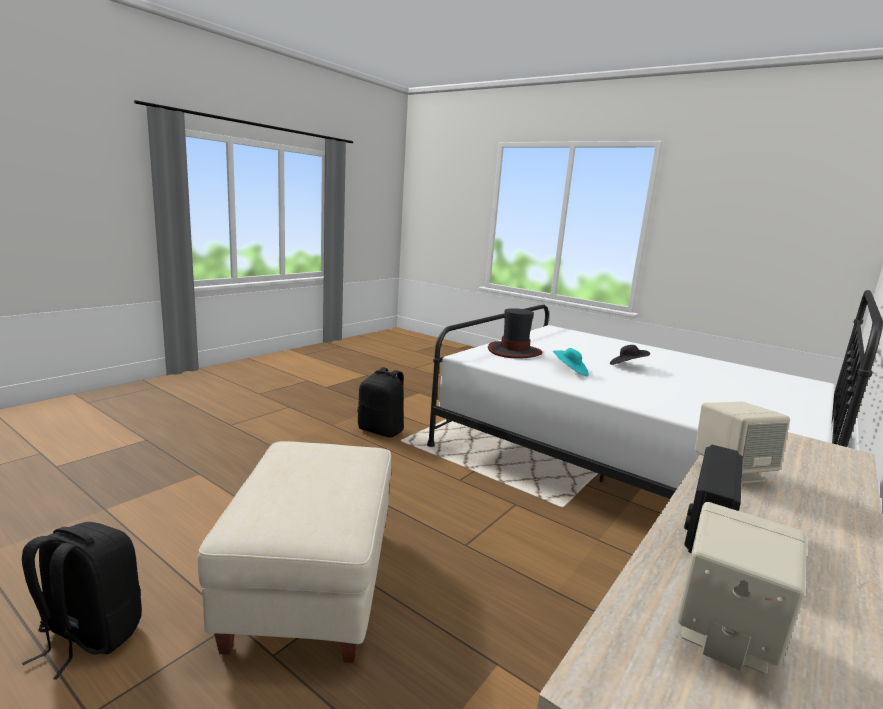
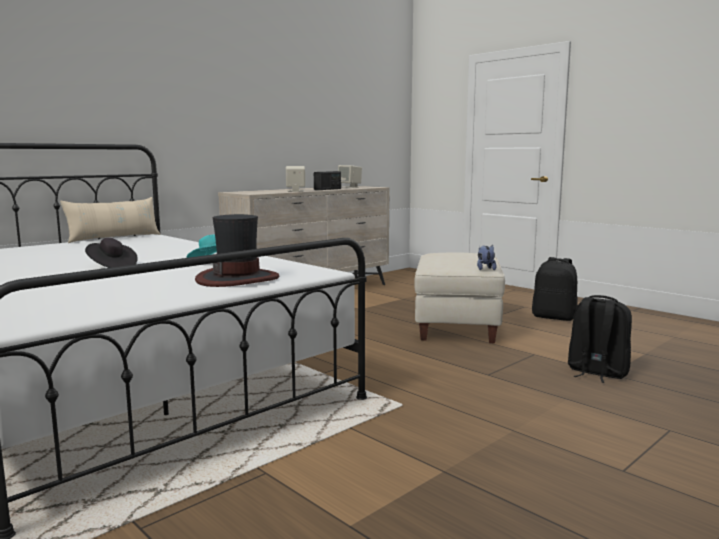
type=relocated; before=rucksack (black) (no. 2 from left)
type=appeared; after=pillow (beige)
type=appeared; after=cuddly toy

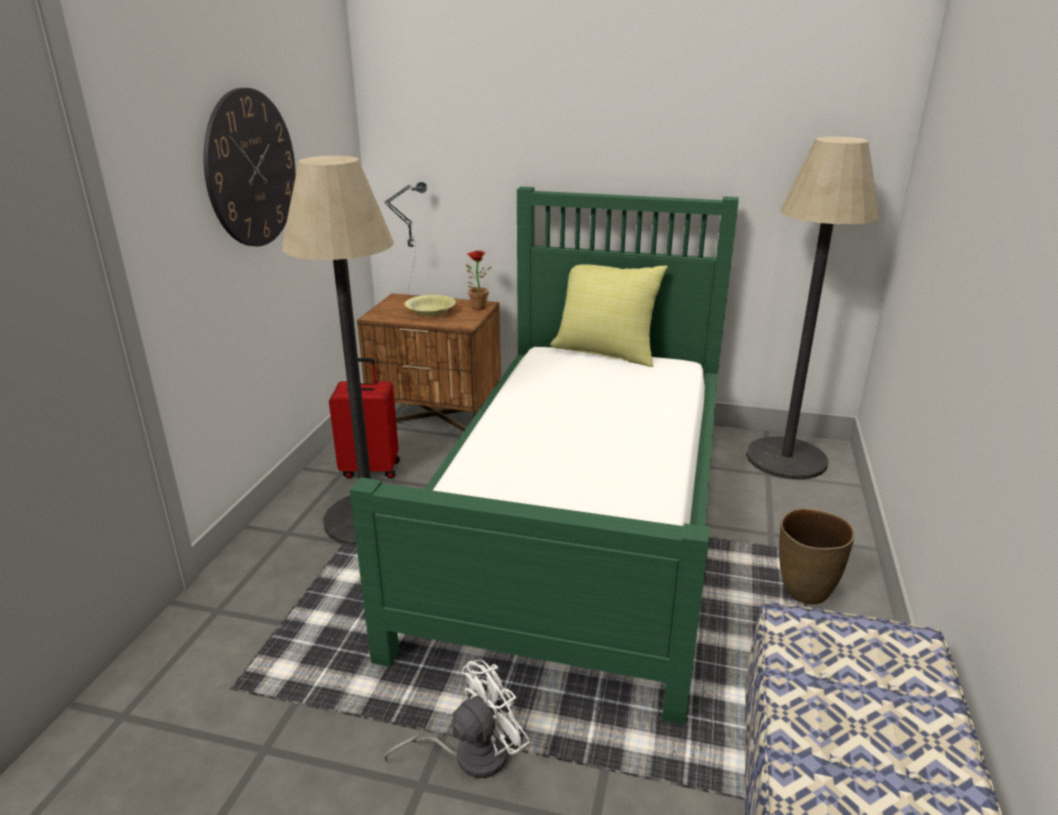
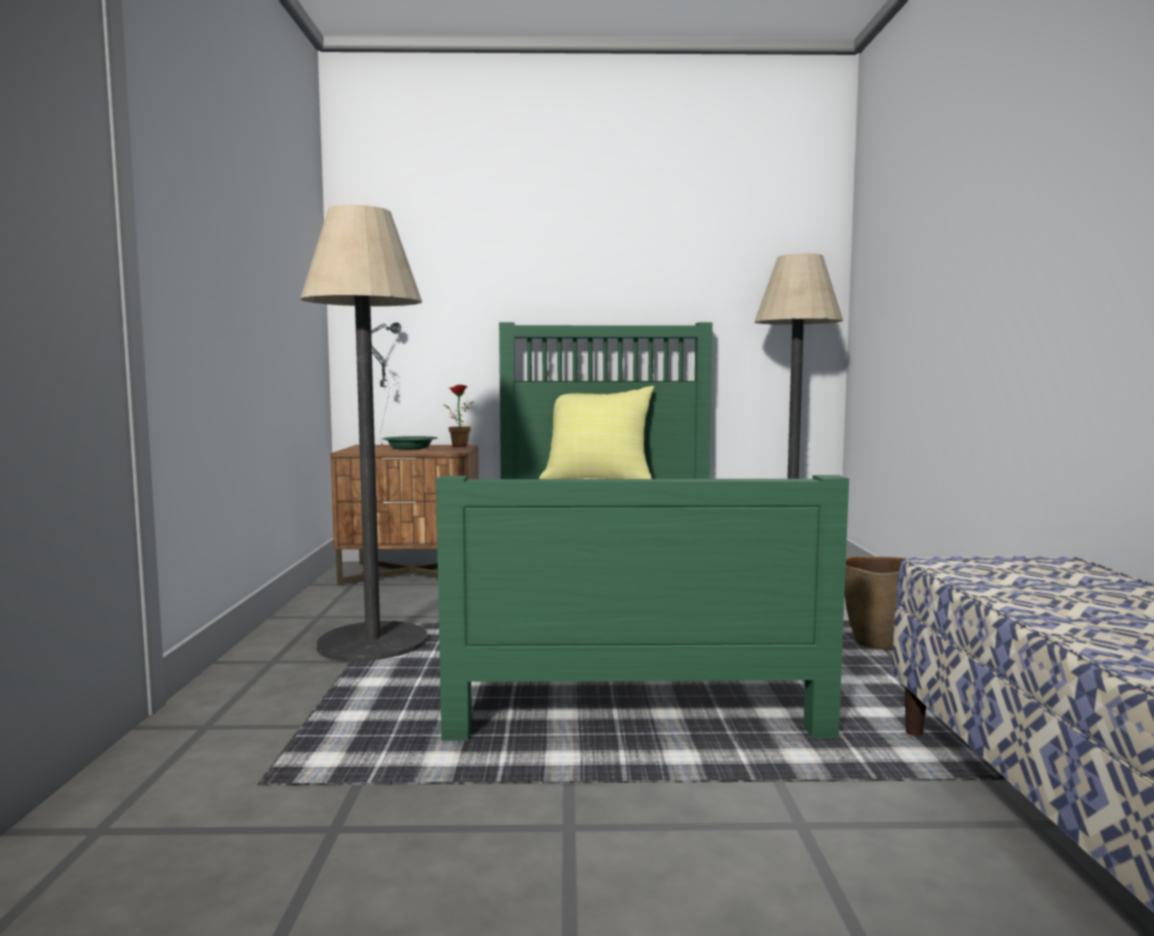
type=missing; before=clock on the wall
type=colour; before=serving bowl (yellow-coloured); after=serving bowl (greenish)
type=missing; before=suitcase (red-coloured)
type=missing; before=electric fan (white)

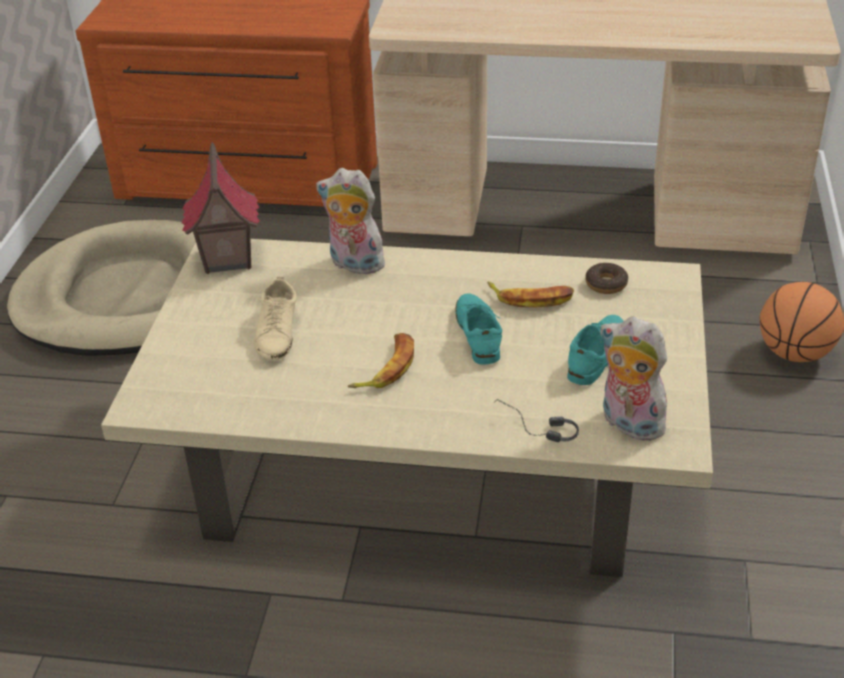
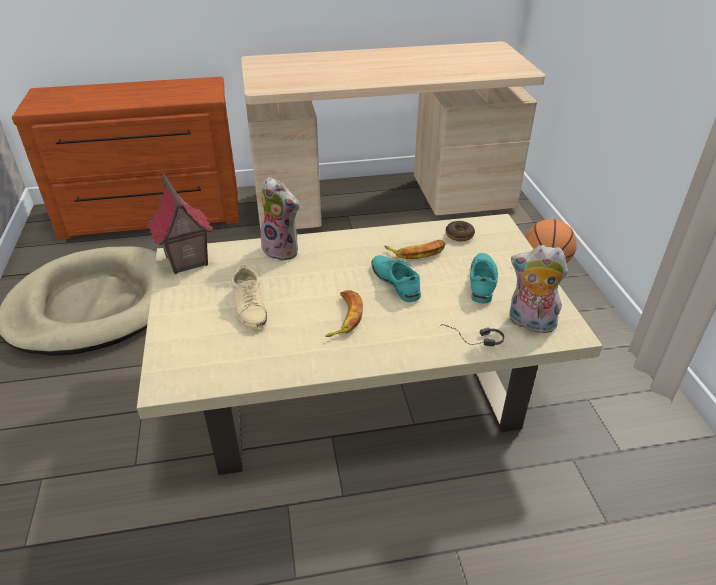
type=spun; before=cuddly toy (no. 1 from left); turn=-150

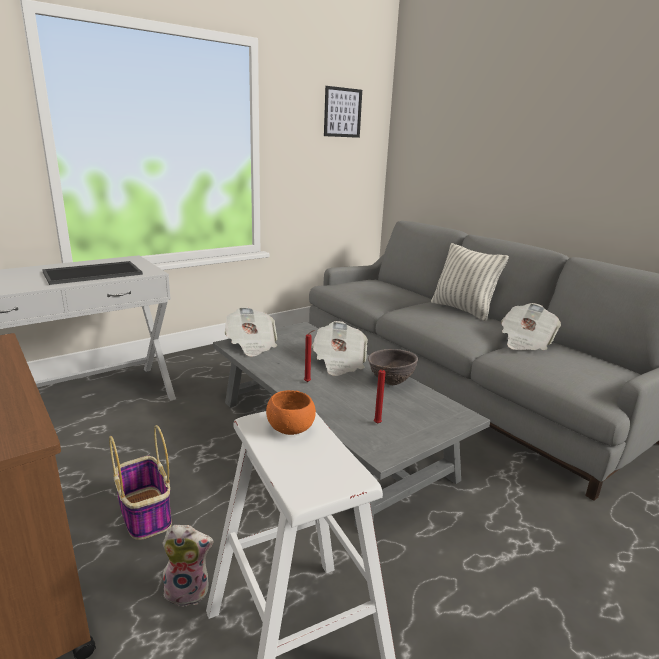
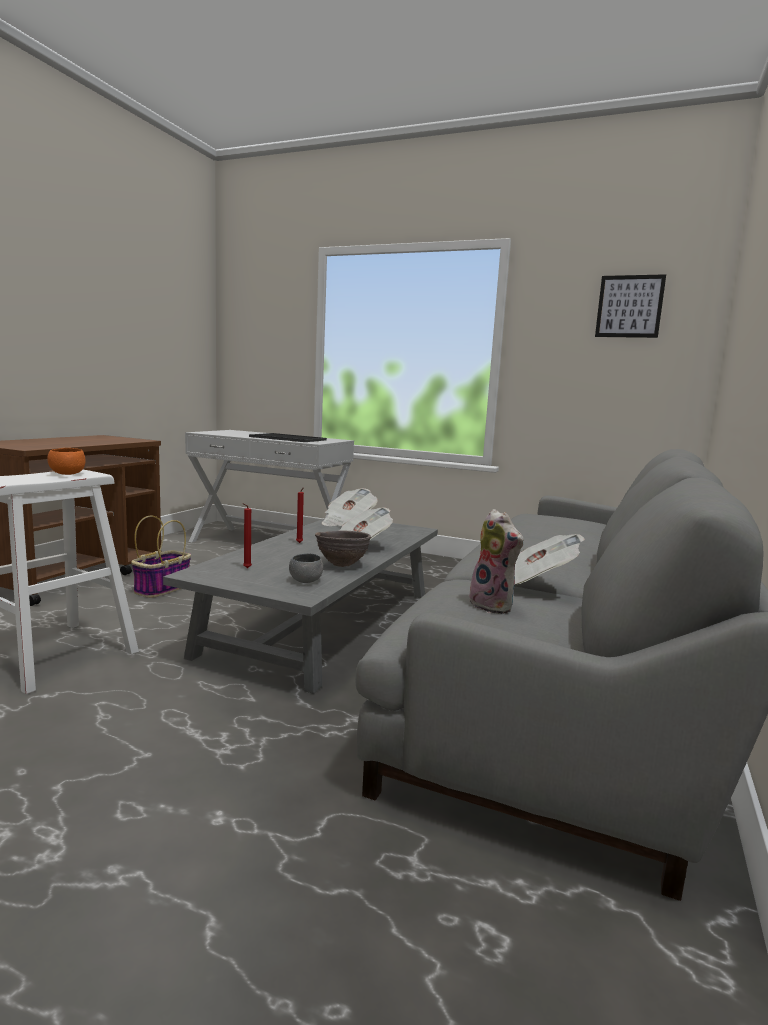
type=missing; before=pillow
type=relocated; before=cuddly toy
type=appeared; after=serving bowl (grey)

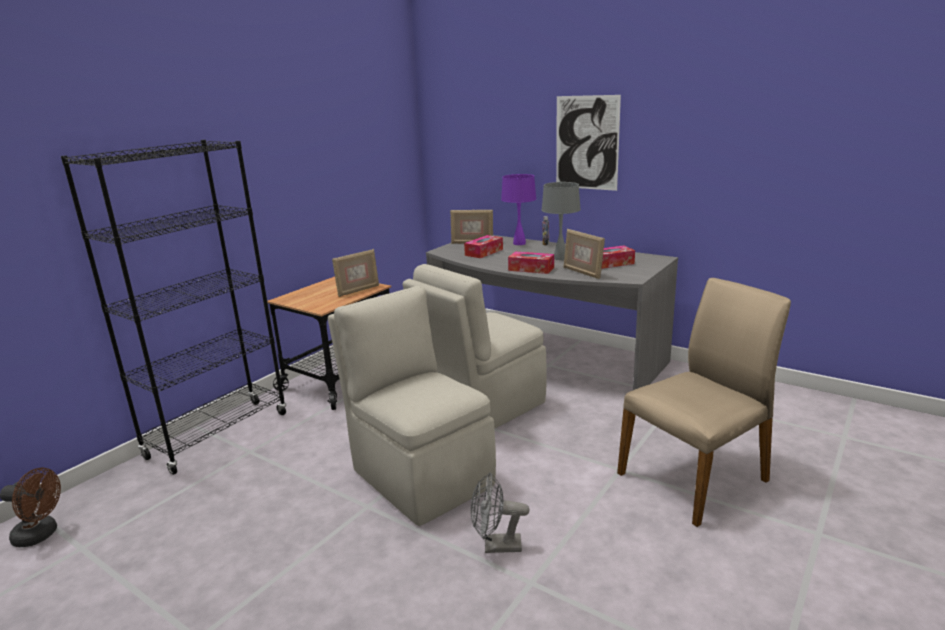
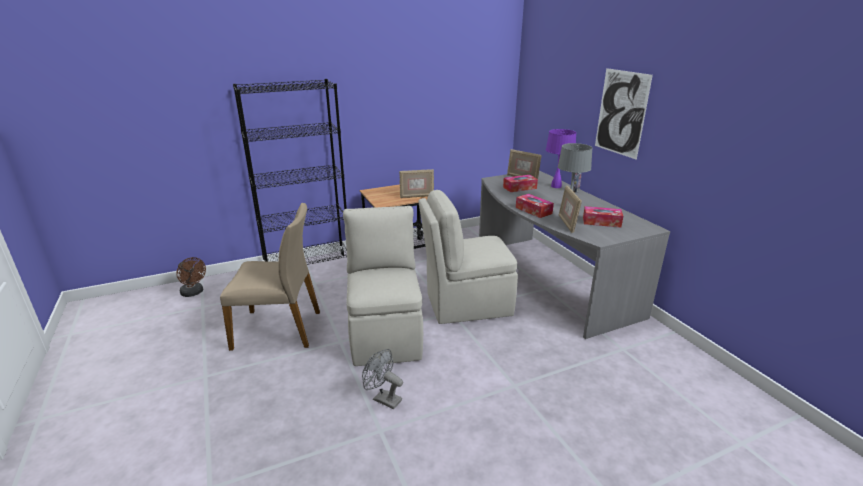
type=relocated; before=plain chair (beige) (no. 3 from left in the first image); after=plain chair (beige) (no. 1 from left)

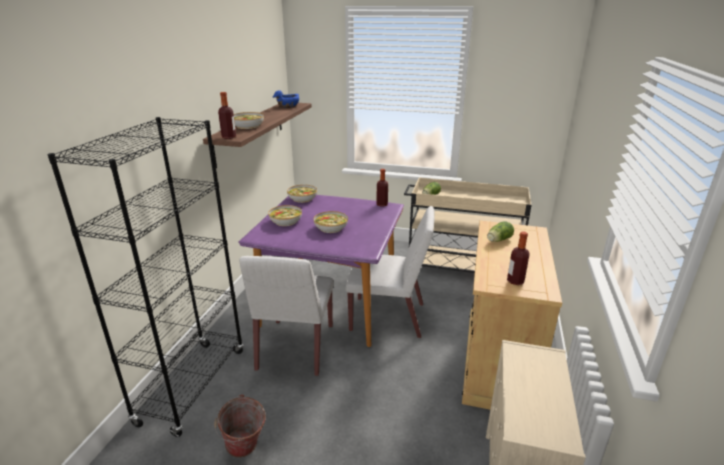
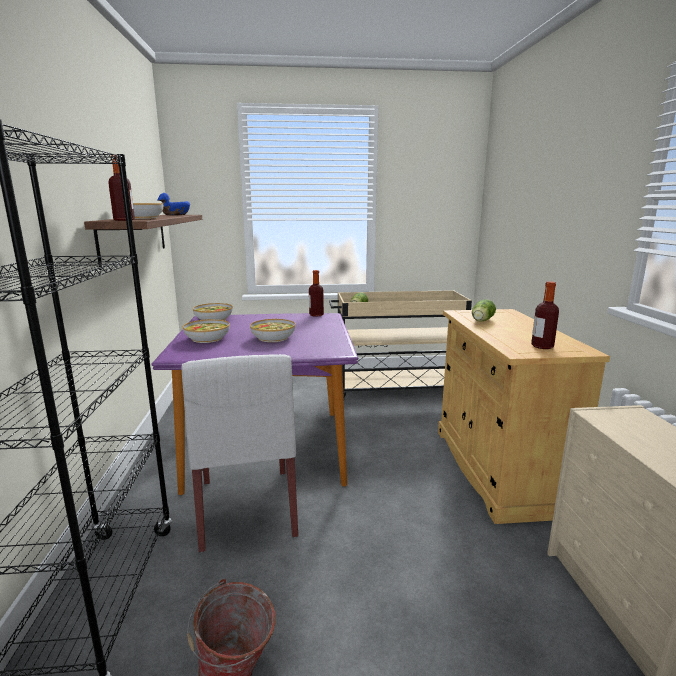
type=missing; before=plain chair (white) (no. 2 from left)

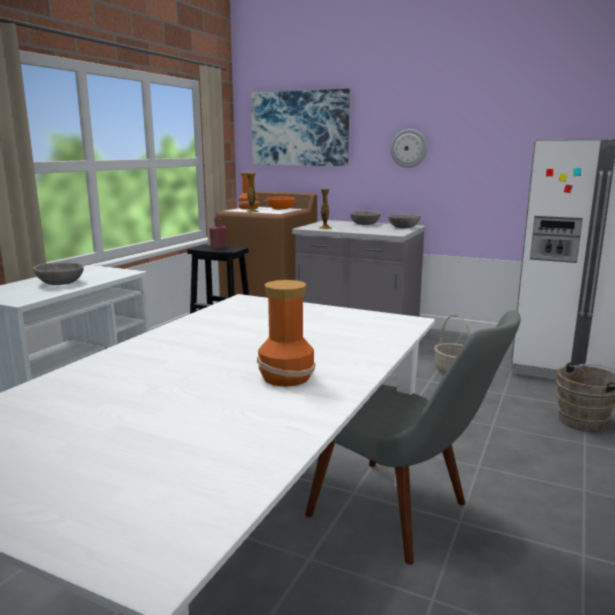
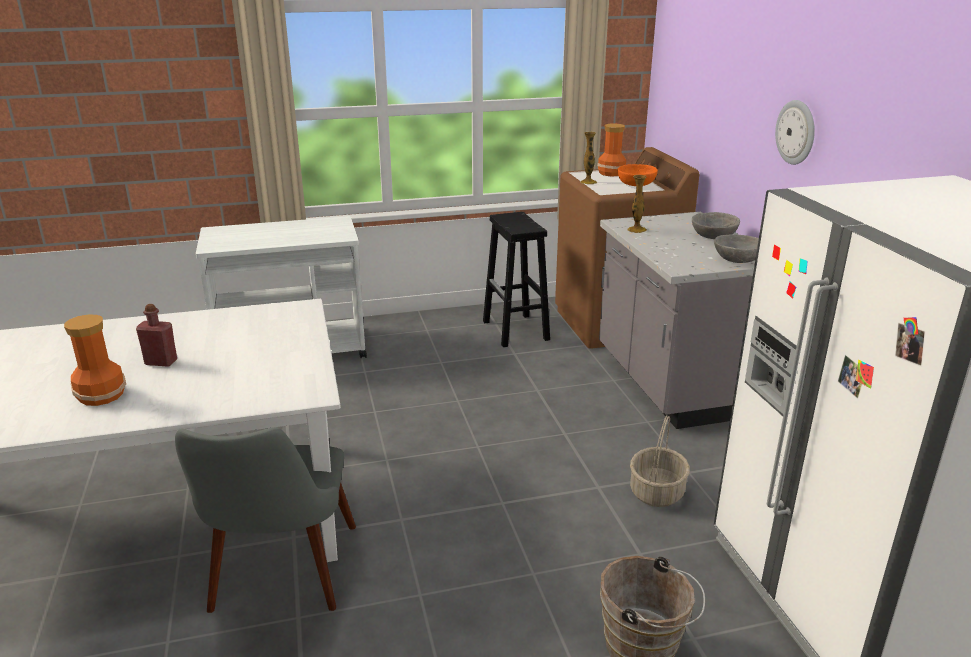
type=missing; before=wall art
type=relocated; before=bottle (red-coloured)
type=missing; before=serving bowl (grey) (no. 1 from left)

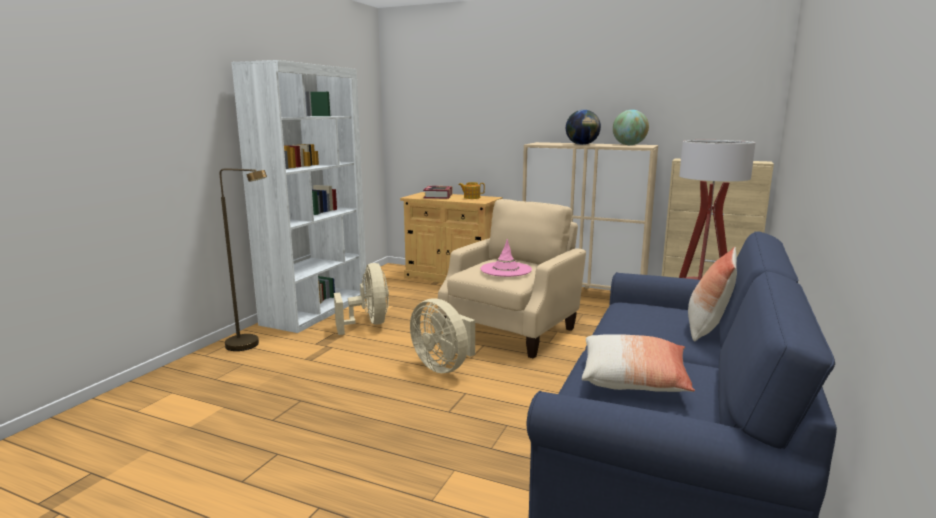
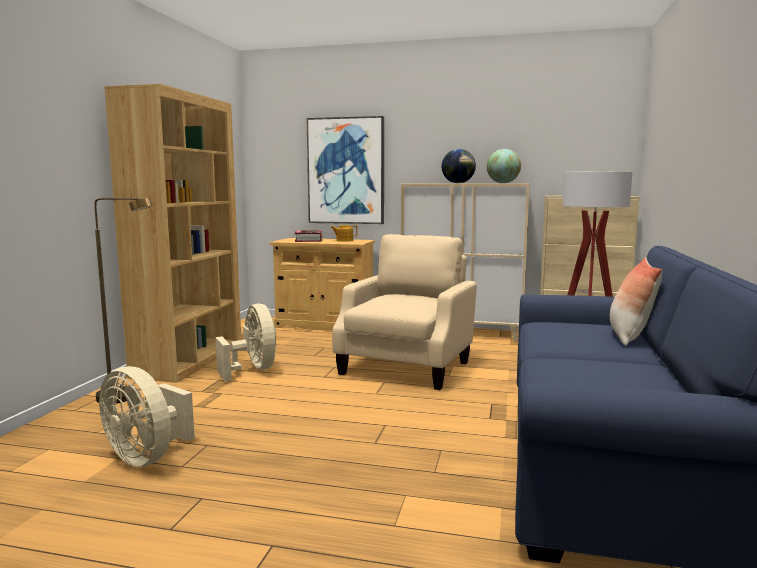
type=colour; before=bookshelf (white); after=bookshelf (brownish)
type=missing; before=hat (pink)
type=relocated; before=electric fan (beige) (no. 2 from left in the first image); after=electric fan (beige) (no. 1 from left)
type=missing; before=pillow (no. 1 from left)
type=appeared; after=wall art

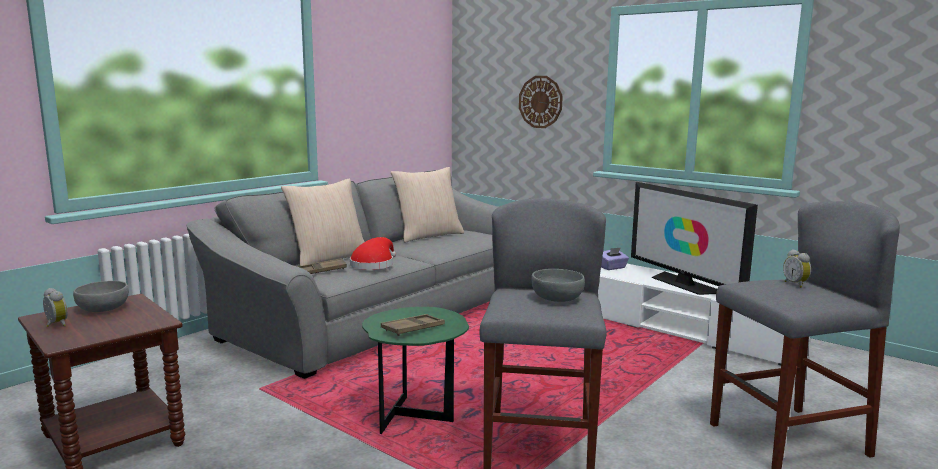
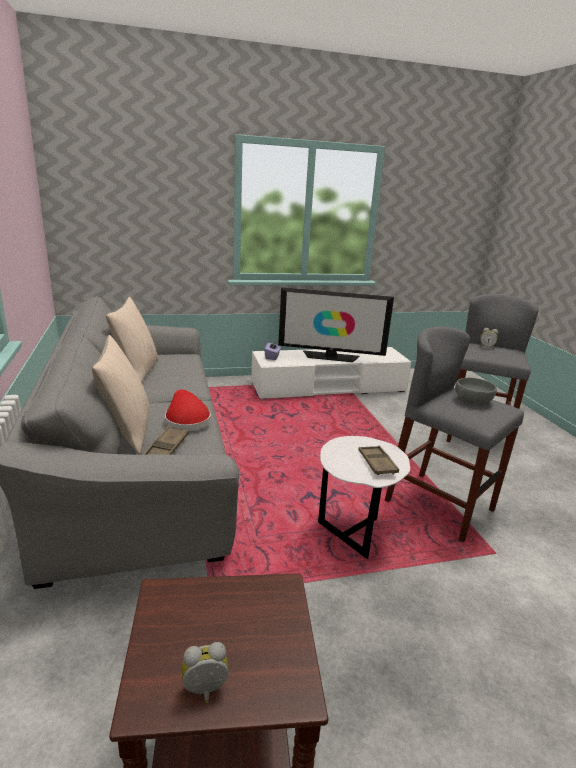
type=missing; before=clock on the wall
type=missing; before=serving bowl (grey) (no. 1 from left)
type=colour; before=accent table (greenish); after=accent table (white)

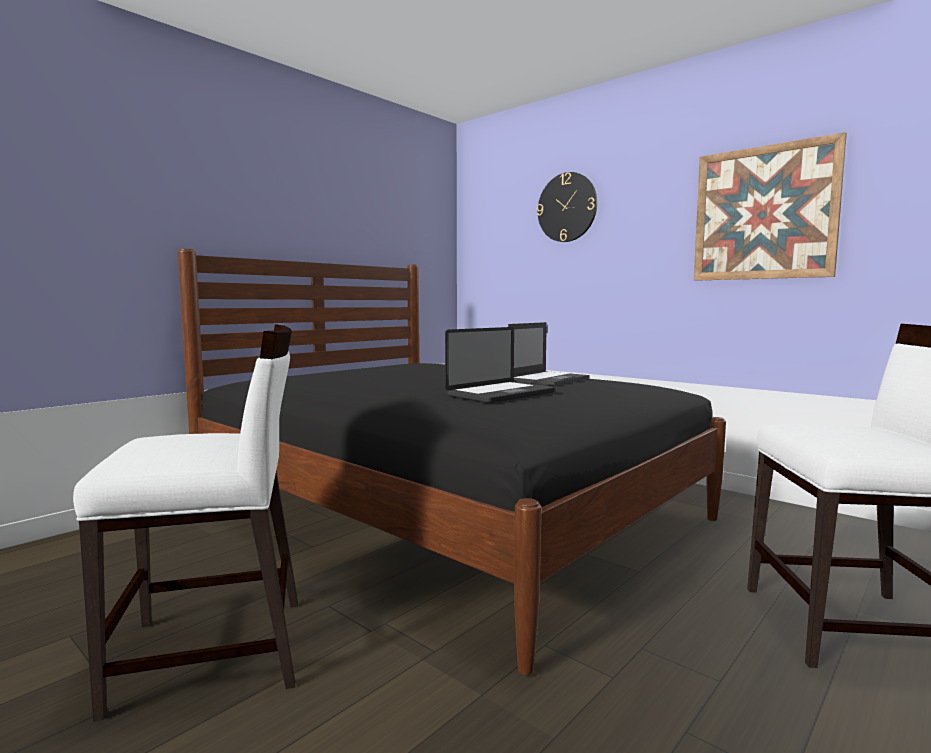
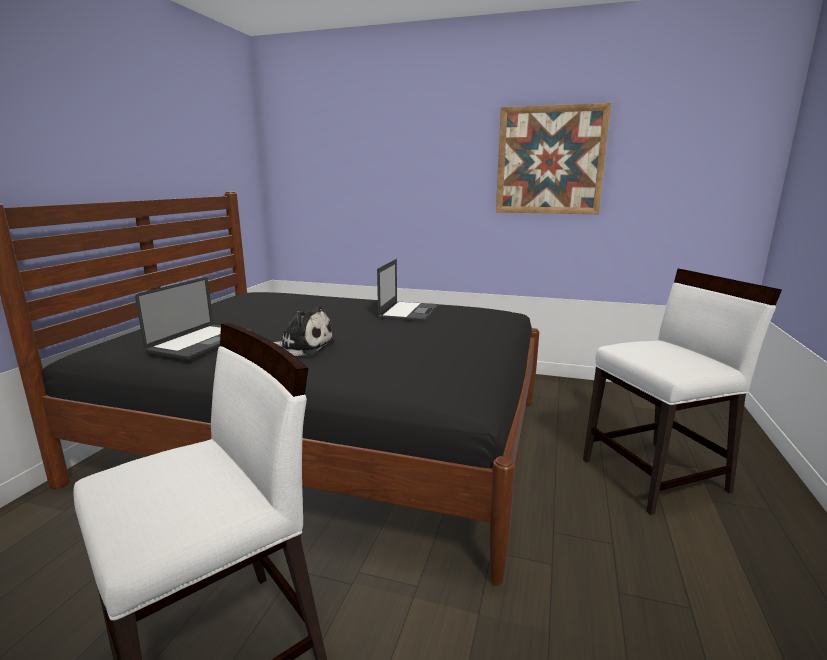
type=missing; before=clock on the wall
type=relocated; before=notebook computer (no. 1 from left)
type=appeared; after=cuddly toy

